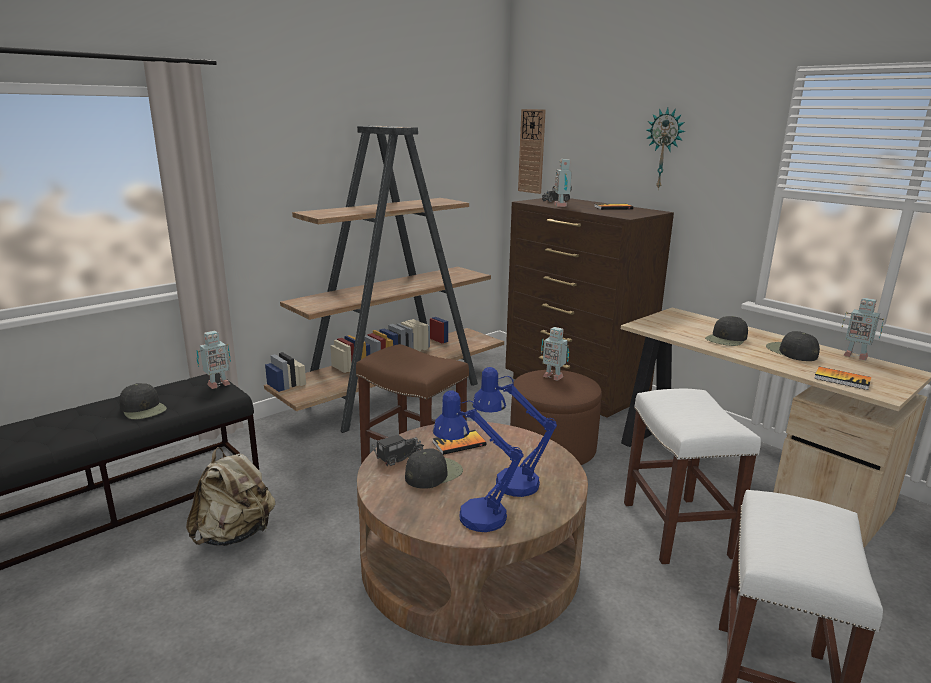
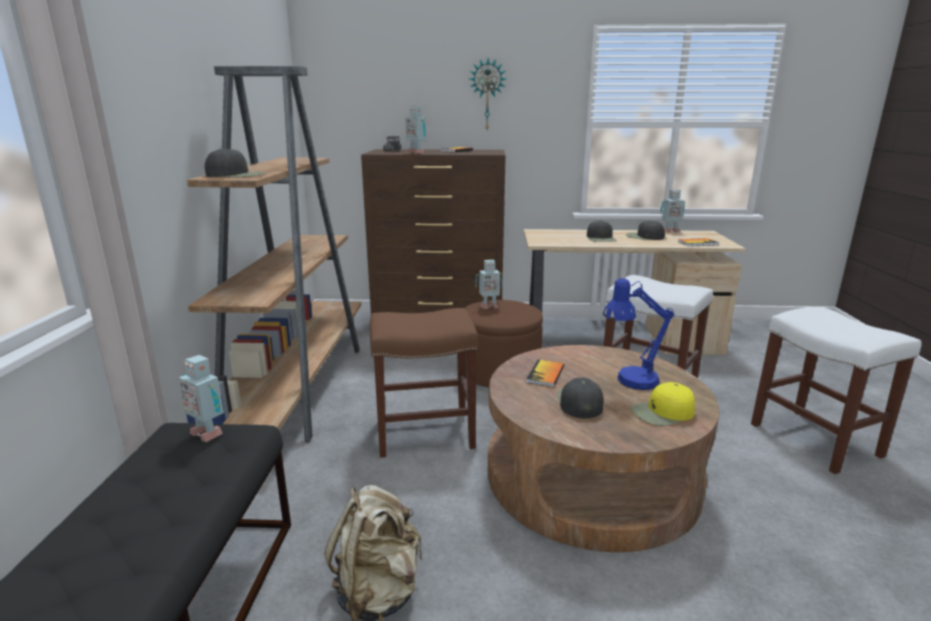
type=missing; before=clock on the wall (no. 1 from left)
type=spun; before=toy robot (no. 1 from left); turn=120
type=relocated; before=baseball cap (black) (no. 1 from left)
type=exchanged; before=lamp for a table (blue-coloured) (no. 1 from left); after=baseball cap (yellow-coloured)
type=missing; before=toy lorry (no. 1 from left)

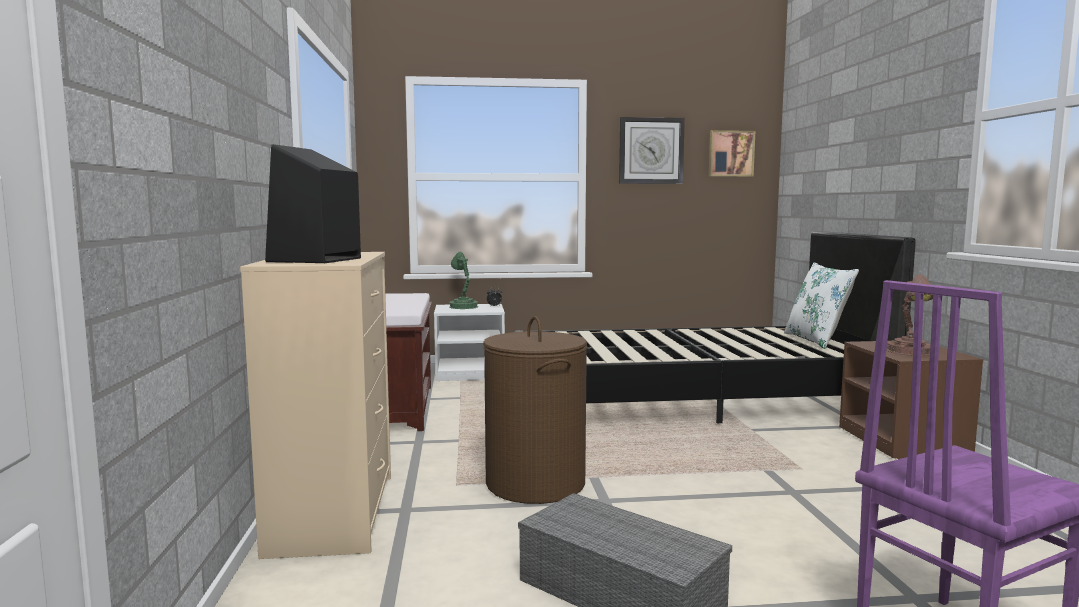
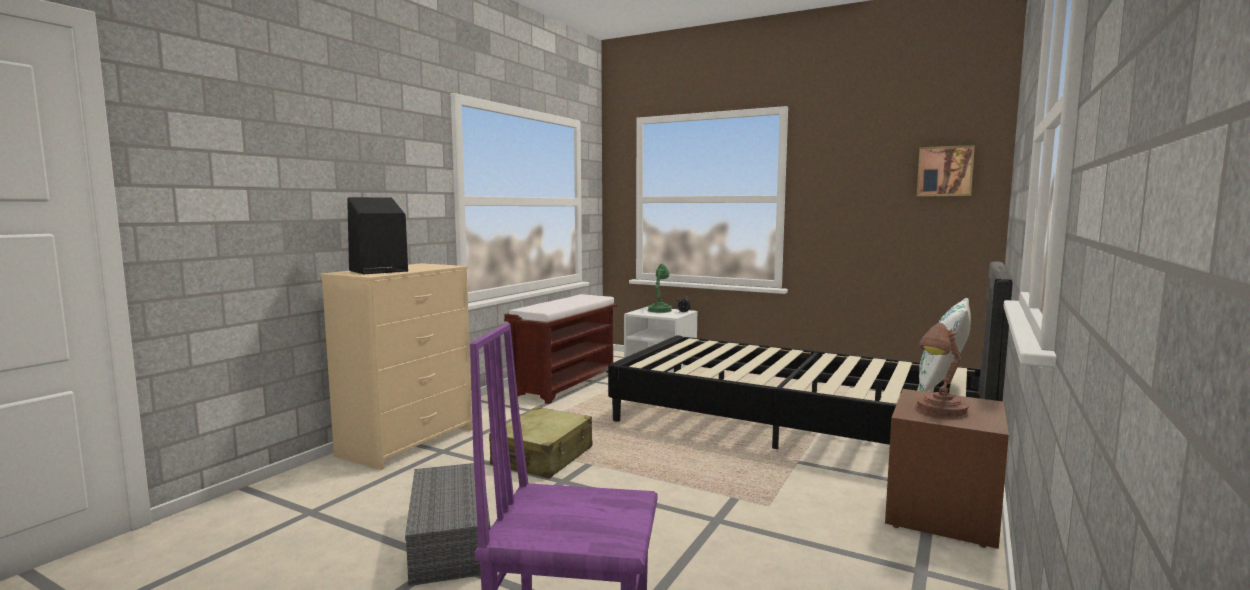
type=missing; before=clock on the wall
type=exchanged; before=laundry basket (brownish); after=suitcase (beige)

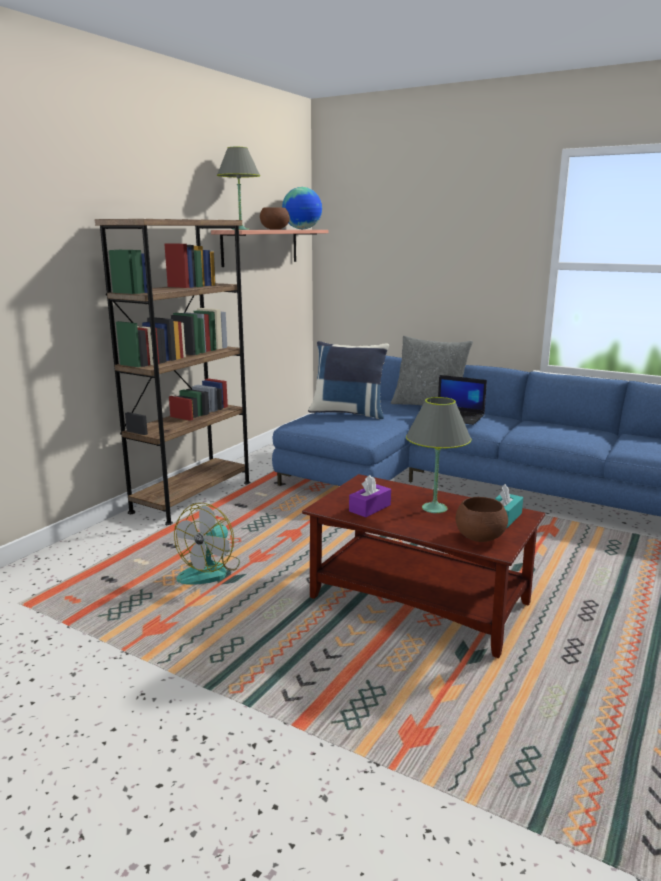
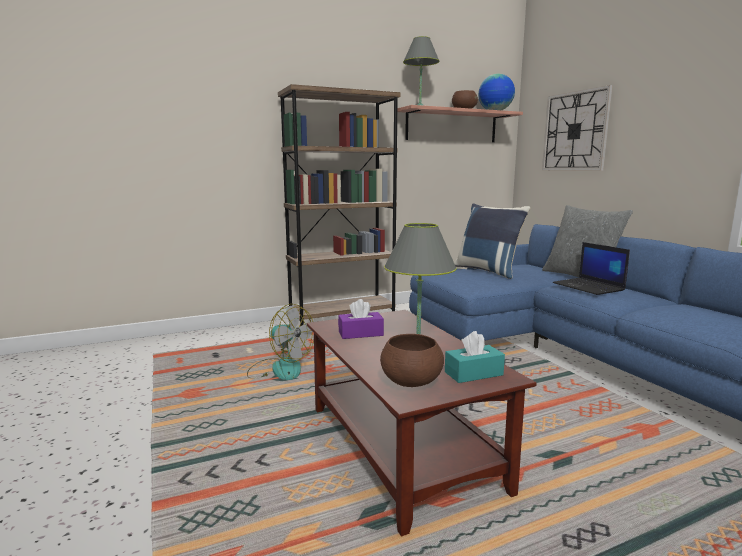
type=spun; before=electric fan; turn=-120
type=appeared; after=clock on the wall

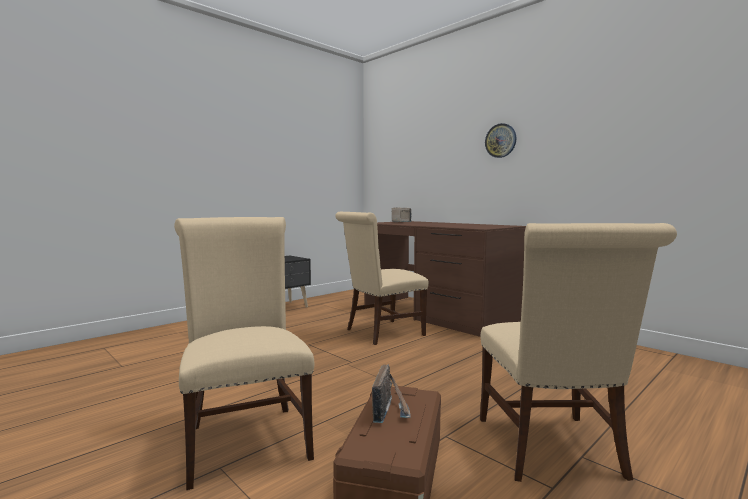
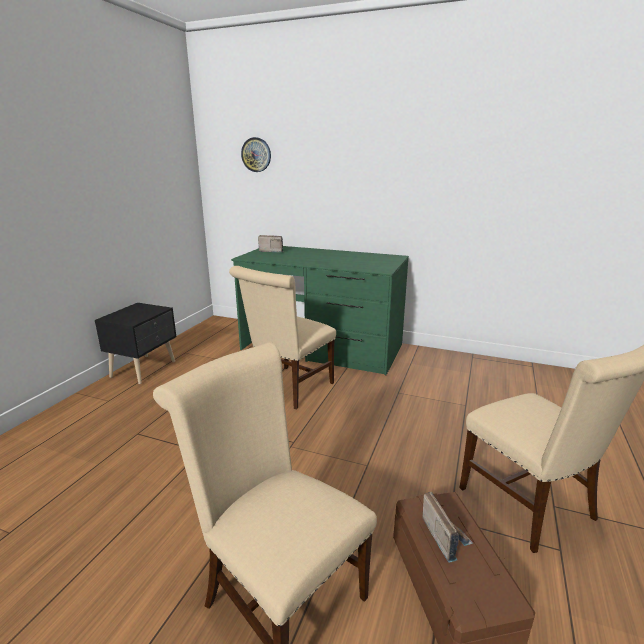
type=relocated; before=clock on the wall
type=colour; before=desk unit (brownish); after=desk unit (greenish)

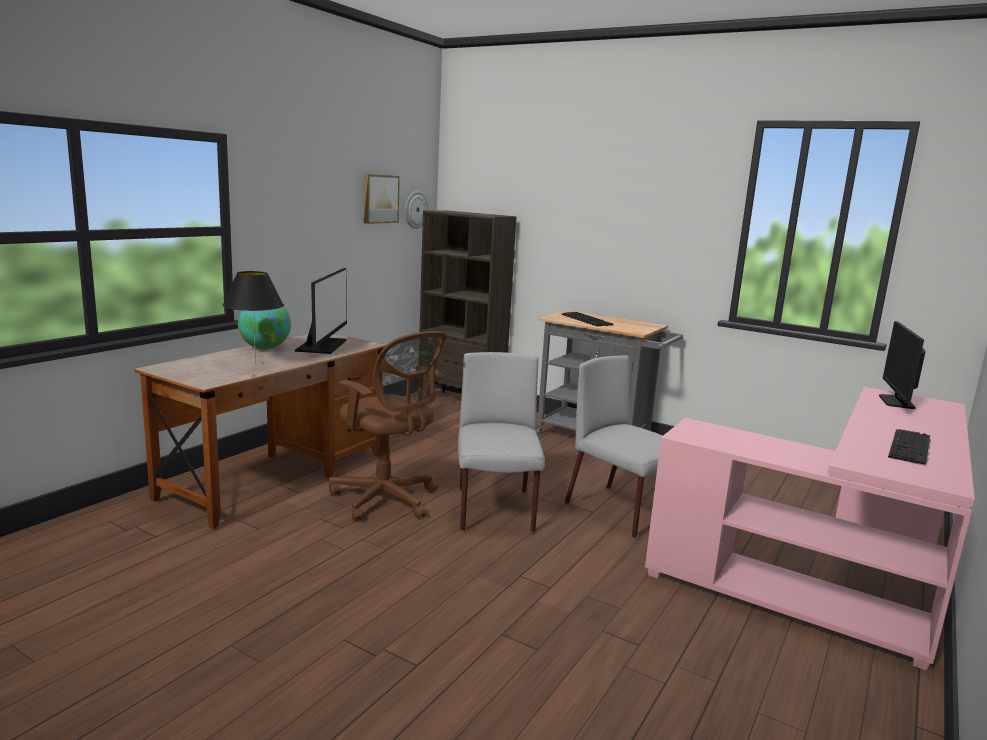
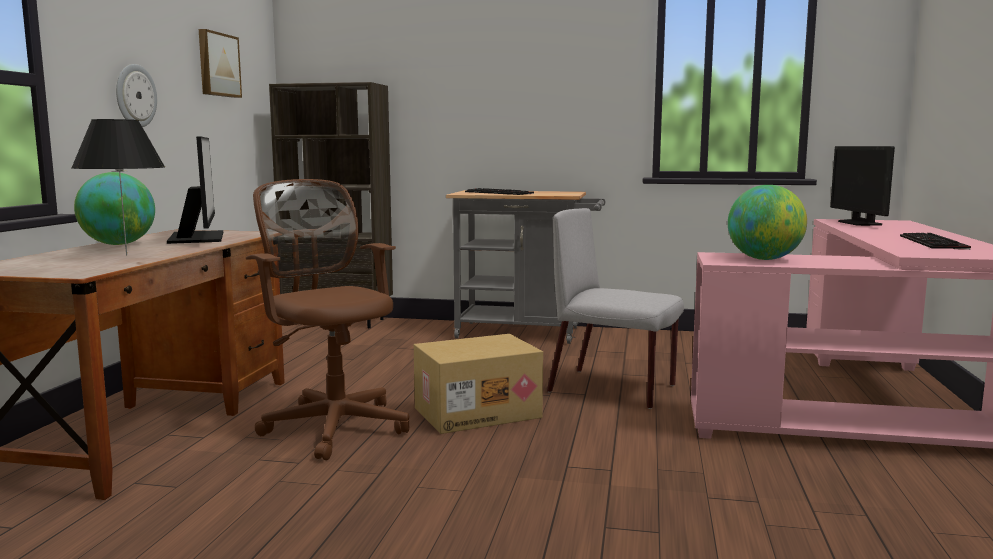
type=relocated; before=clock on the wall
type=spun; before=computer chair (brownish); turn=-150
type=exchanged; before=plain chair (grey) (no. 1 from left); after=carton
type=appeared; after=desk globe (no. 2 from left)

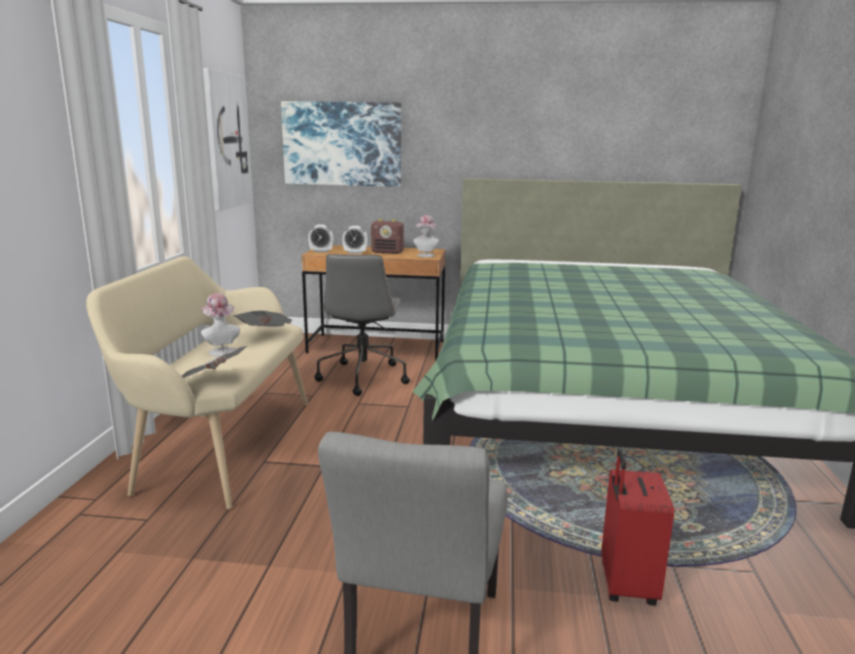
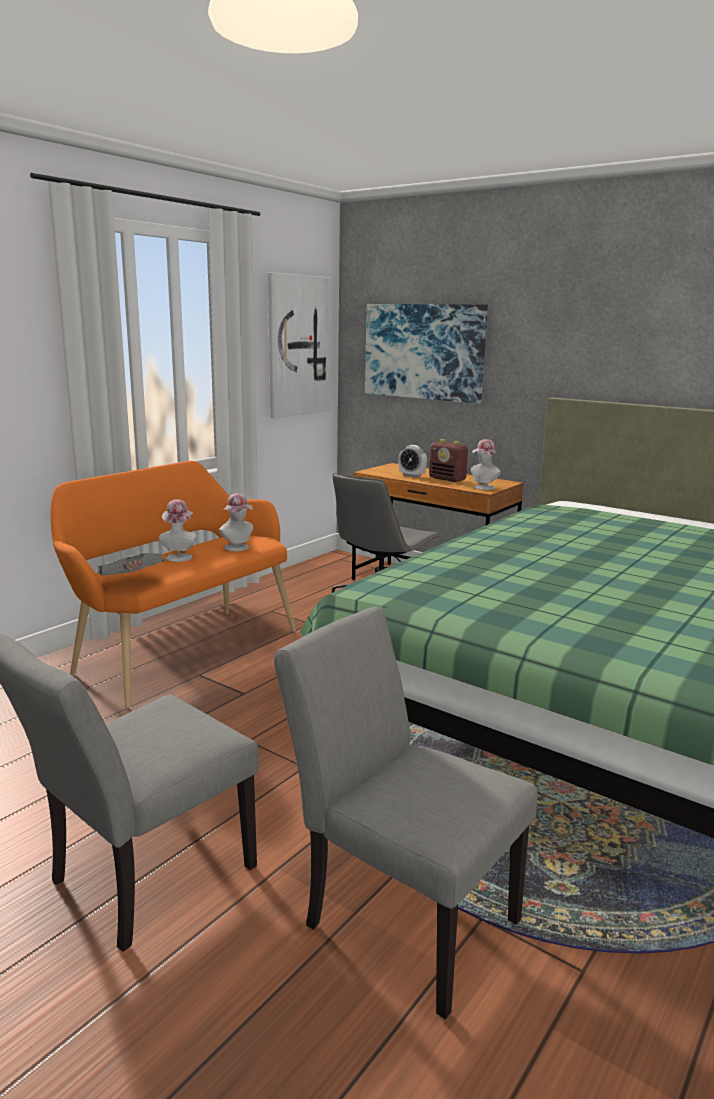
type=missing; before=bedside clock (no. 1 from left)
type=colour; before=bench (beige); after=bench (orange-coloured)
type=exchanged; before=newspaper (no. 2 from left); after=hat (no. 2 from left)
type=exchanged; before=suitcase (red-coloured); after=plain chair (grey) (no. 2 from left)

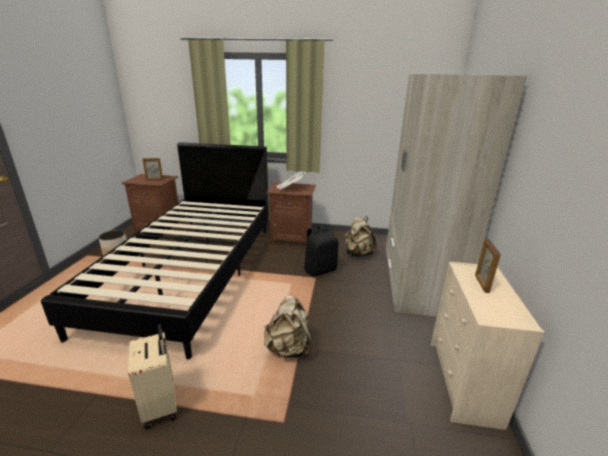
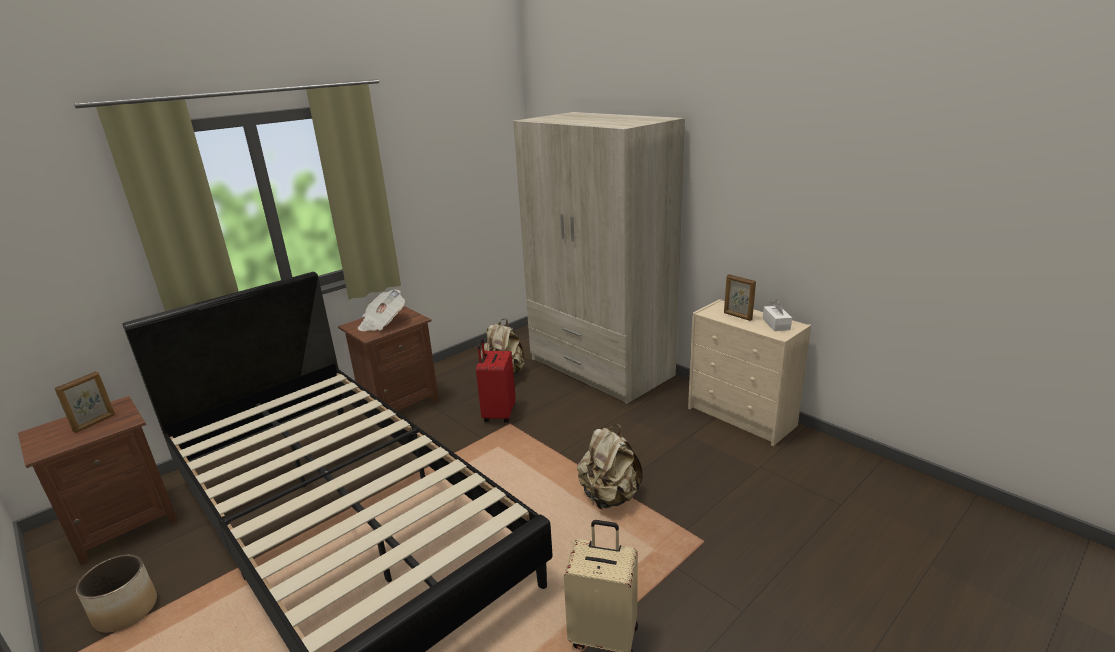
type=exchanged; before=rucksack (black); after=suitcase (red-coloured)
type=appeared; after=box of tissues (white)

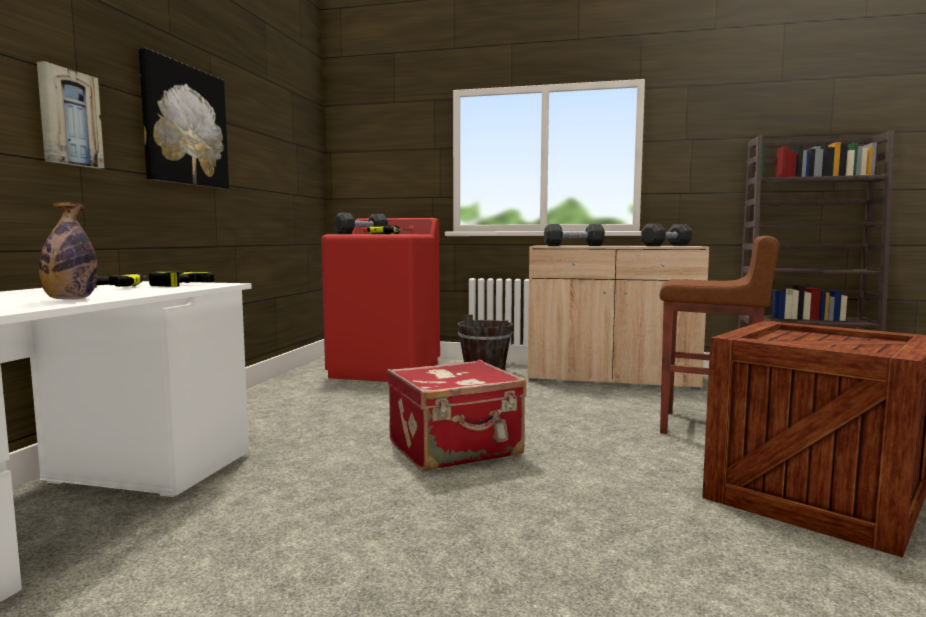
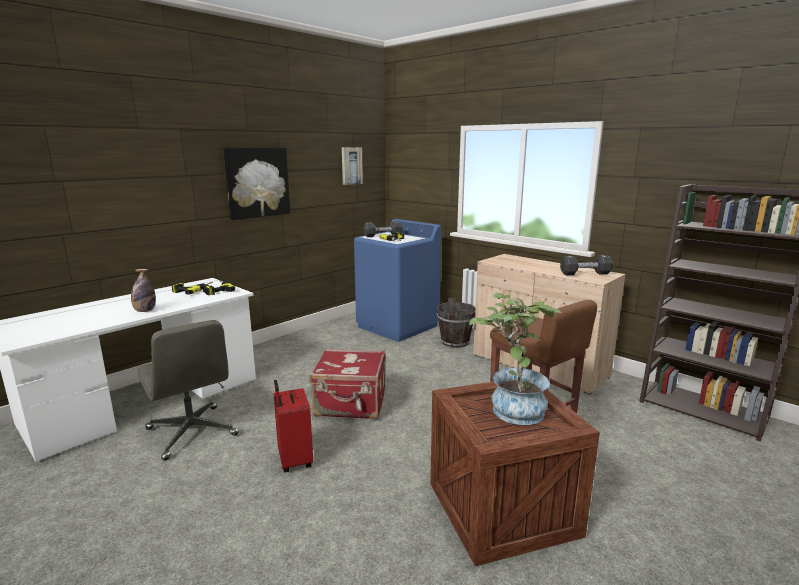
type=relocated; before=wall art (no. 1 from left in the first image); after=wall art (no. 2 from left)
type=colour; before=laundry machine (red-coloured); after=laundry machine (blue-coloured)
type=missing; before=hand weight (black) (no. 2 from left)
type=appeared; after=plant in a pot
type=appeared; after=computer chair (grey)
type=appeared; after=suitcase (red-coloured) (no. 1 from left)

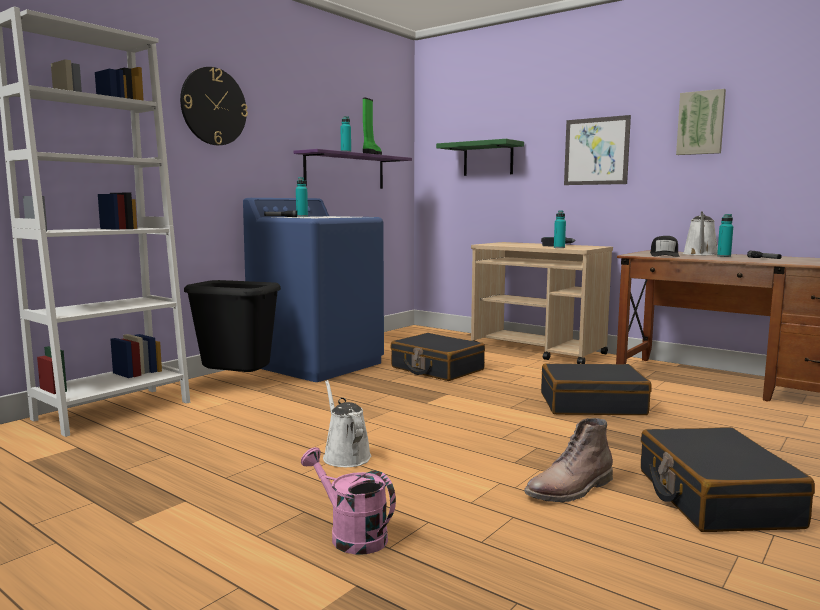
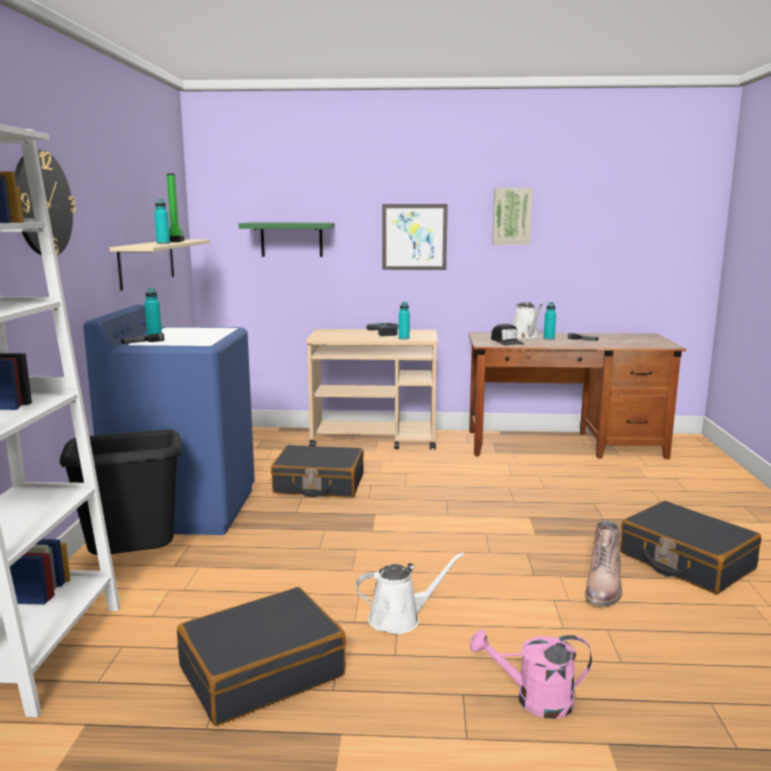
type=colour; before=shelf (purple); after=shelf (beige)
type=relocated; before=suitcase (black) (no. 2 from left in the first image); after=suitcase (black) (no. 1 from left)
type=spun; before=sprinkling can (white) (no. 1 from left); turn=135

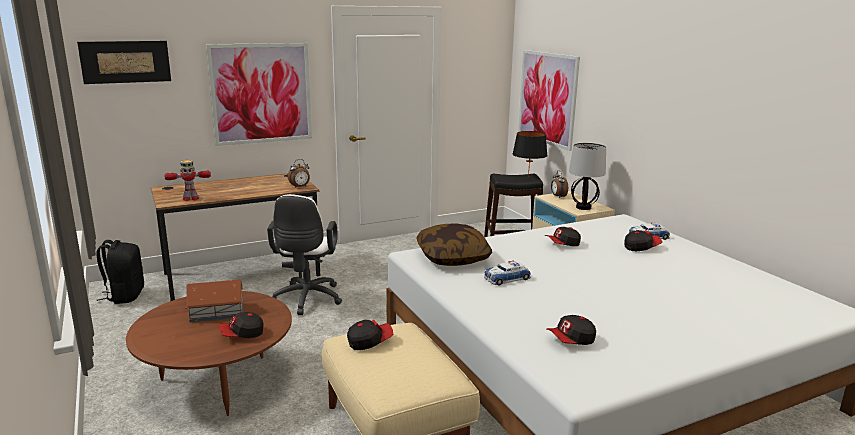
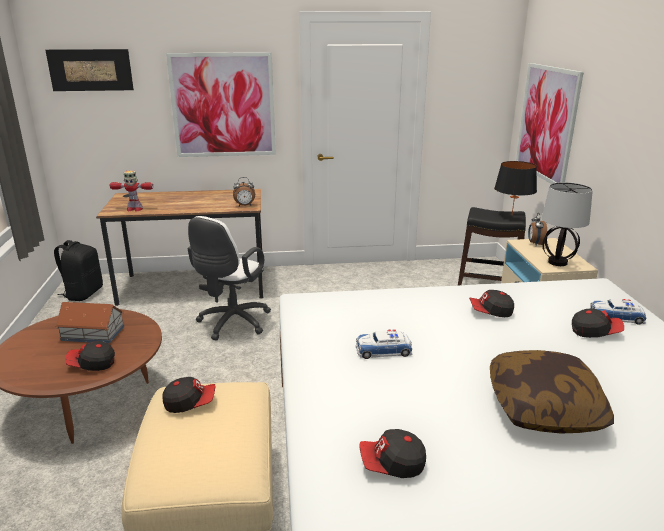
type=relocated; before=pillow

